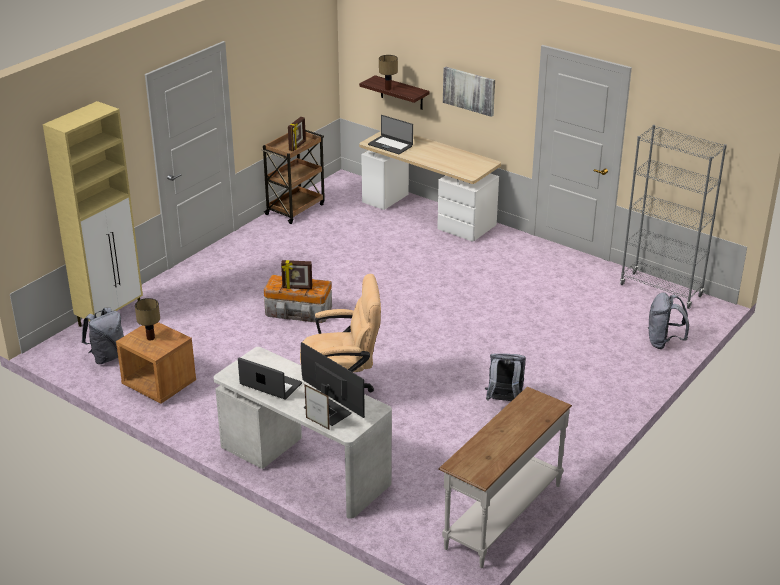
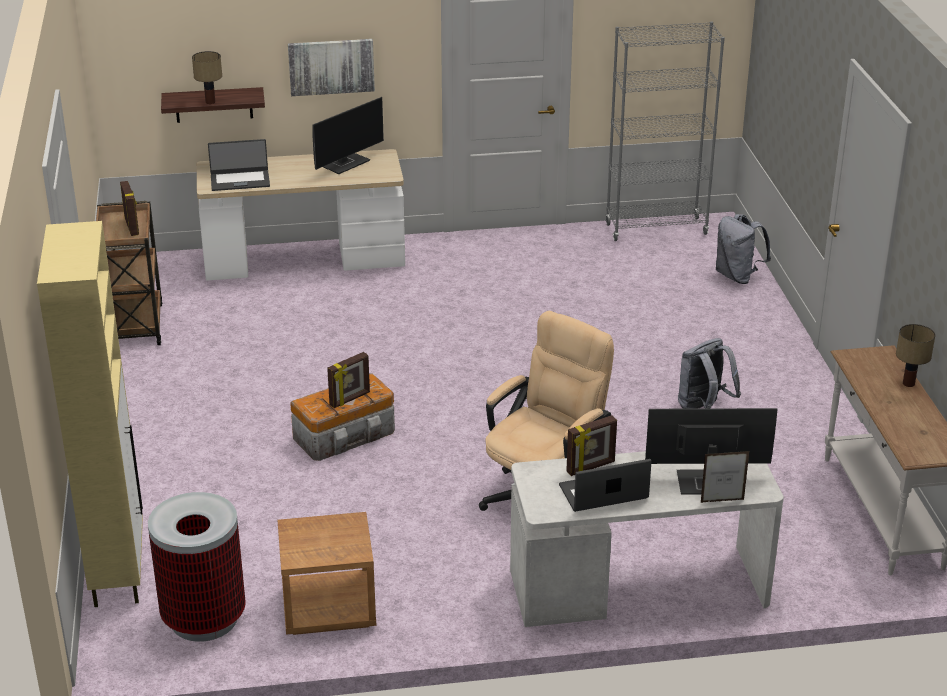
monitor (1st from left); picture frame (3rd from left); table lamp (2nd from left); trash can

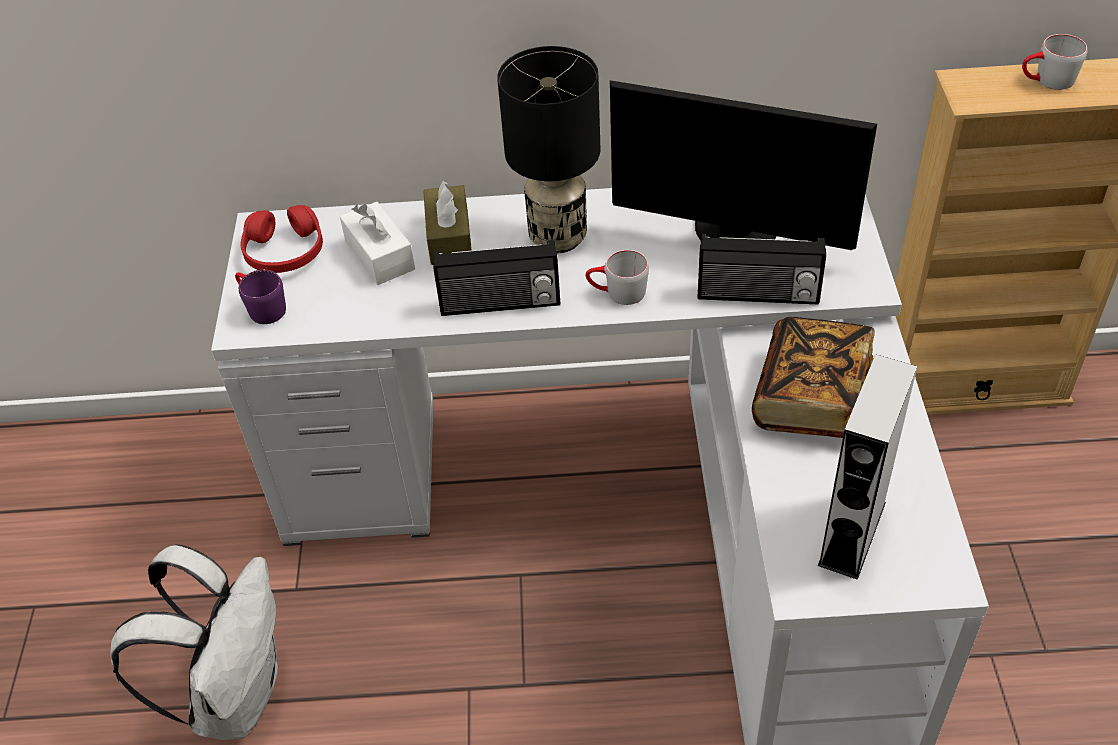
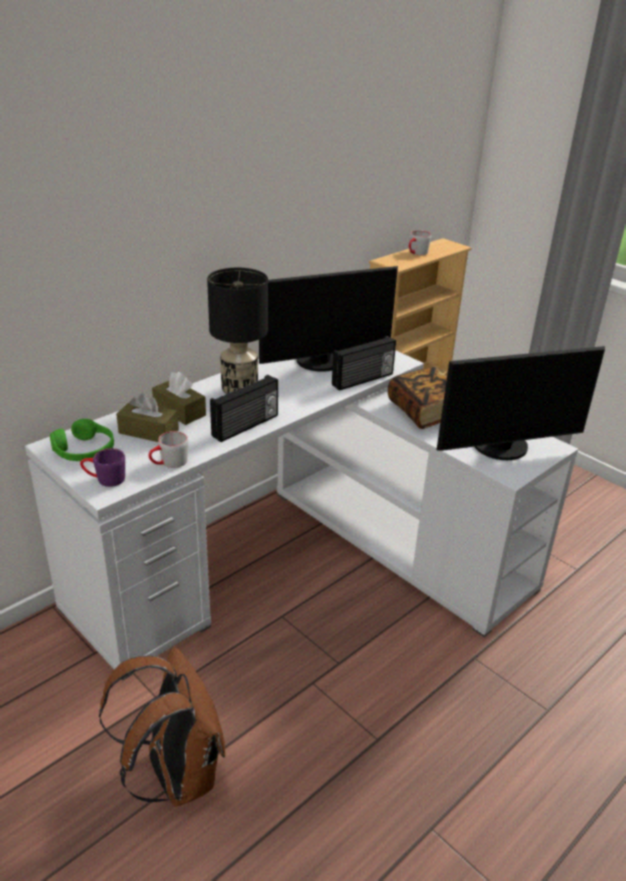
mug (grey) (1st from left); monitor (2nd from left); backpack (brown); headphones (green); tissue box (brown) (1st from left)

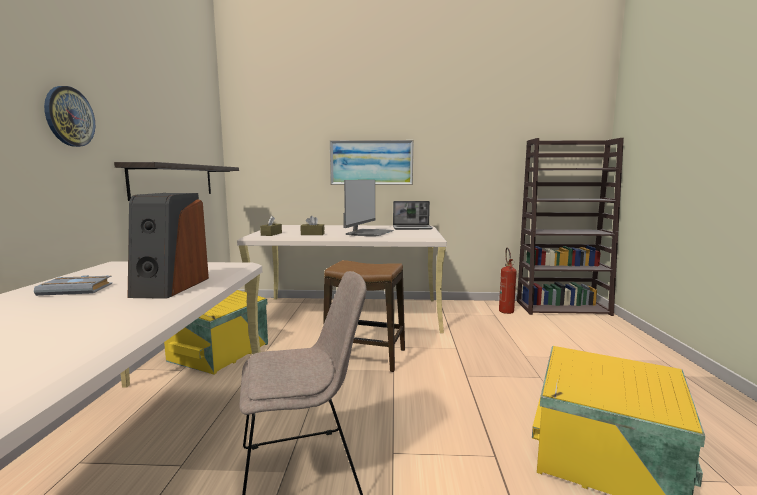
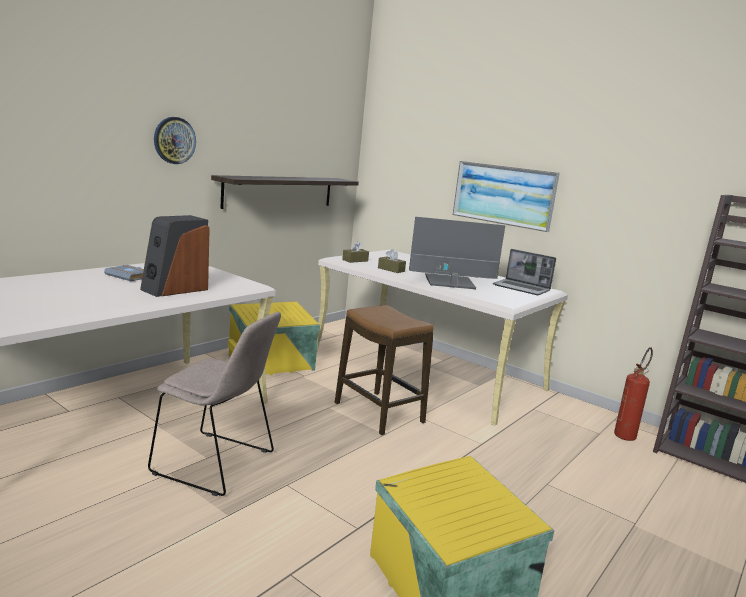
monitor

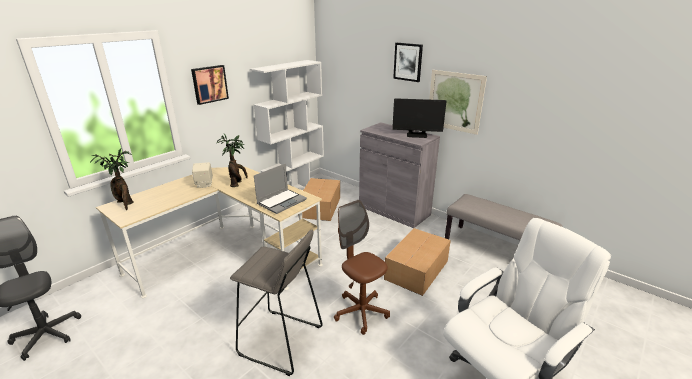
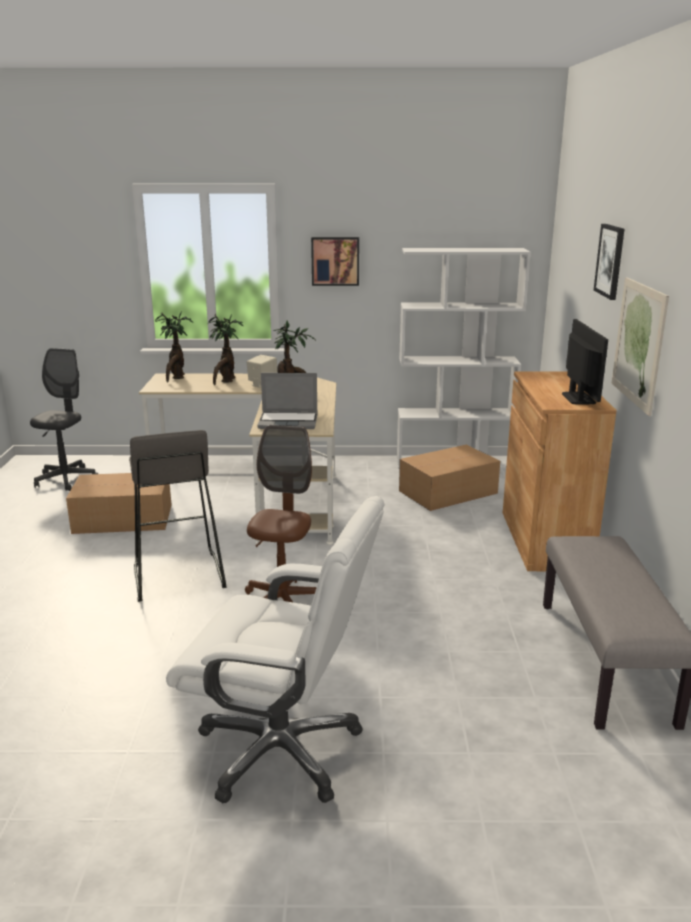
potted plant (2nd from left); cardboard box (1st from left); cabinet (brown); monitor

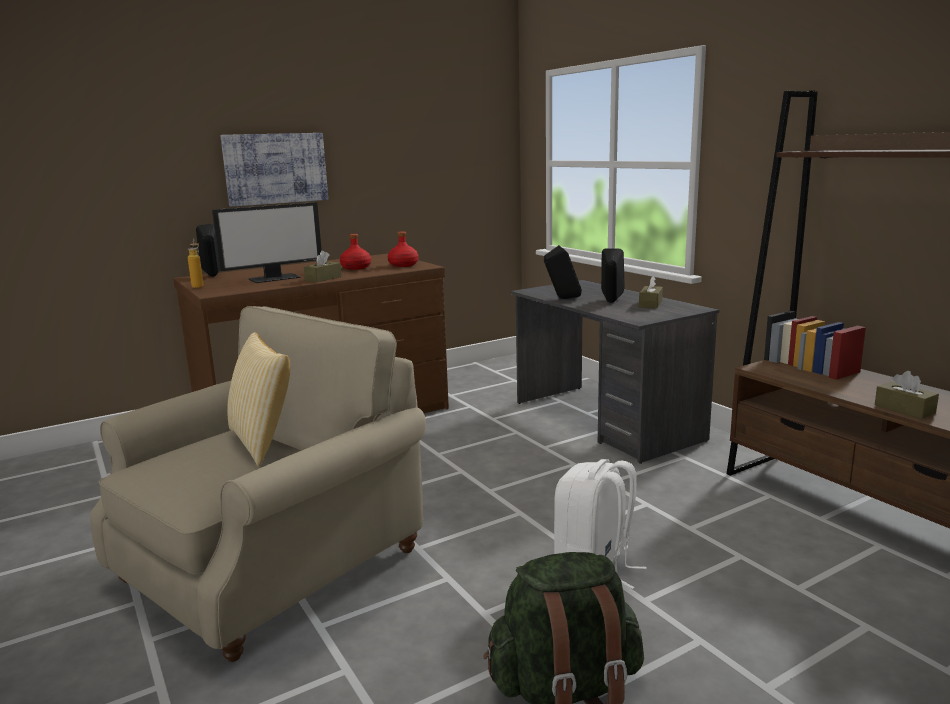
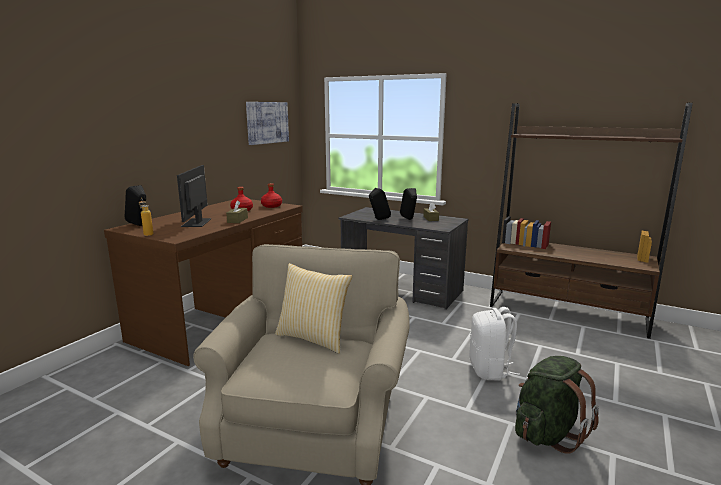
tissue box (brown) (3rd from left in the first image); picture; monitor

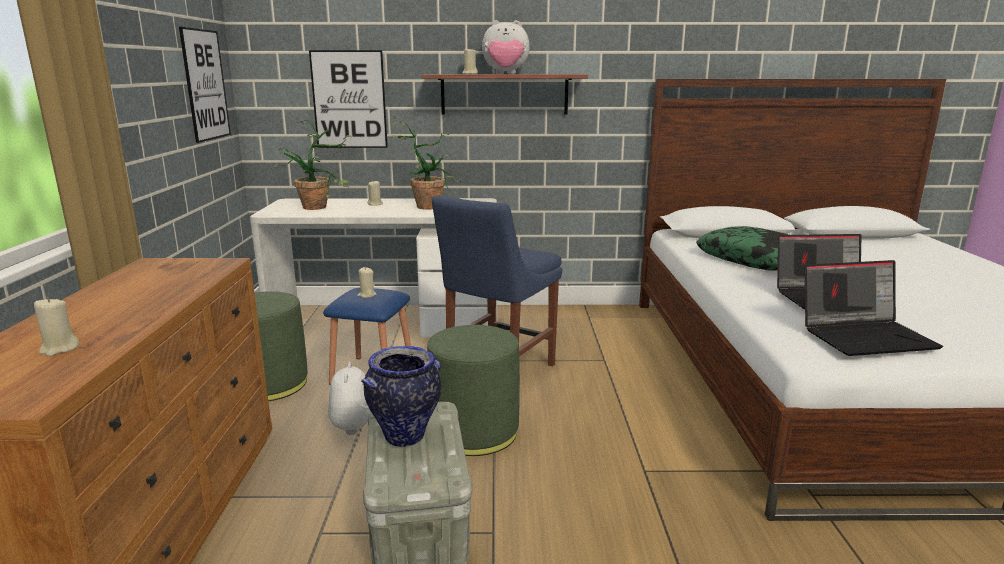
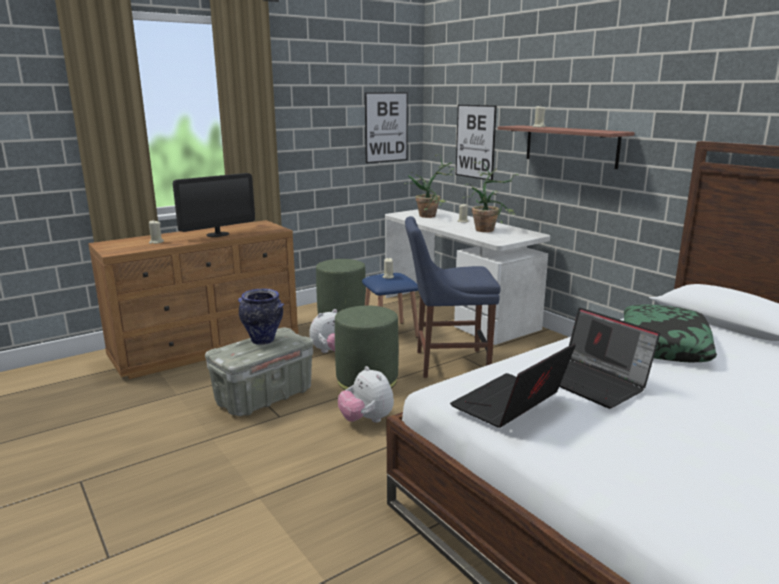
monitor; plush toy (2nd from left); laptop (1st from left)

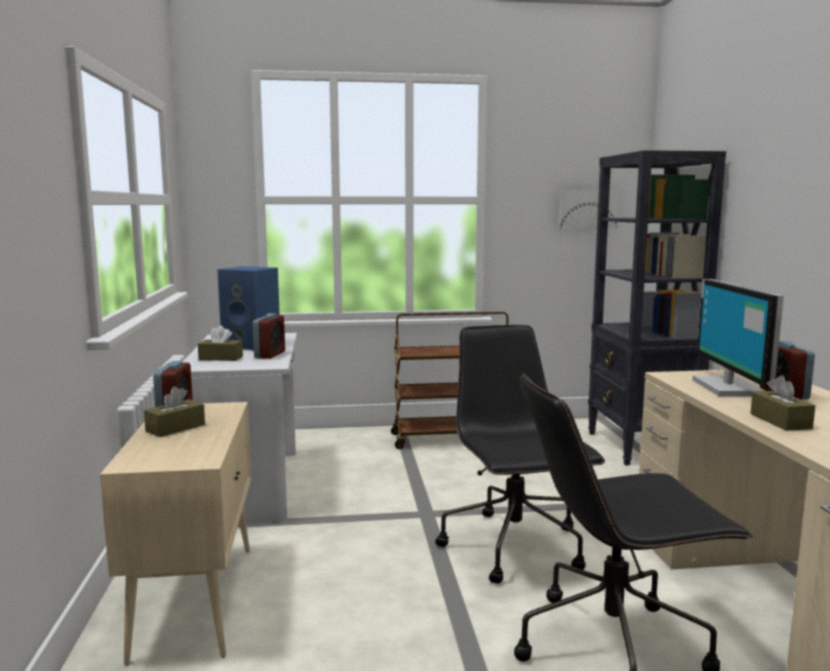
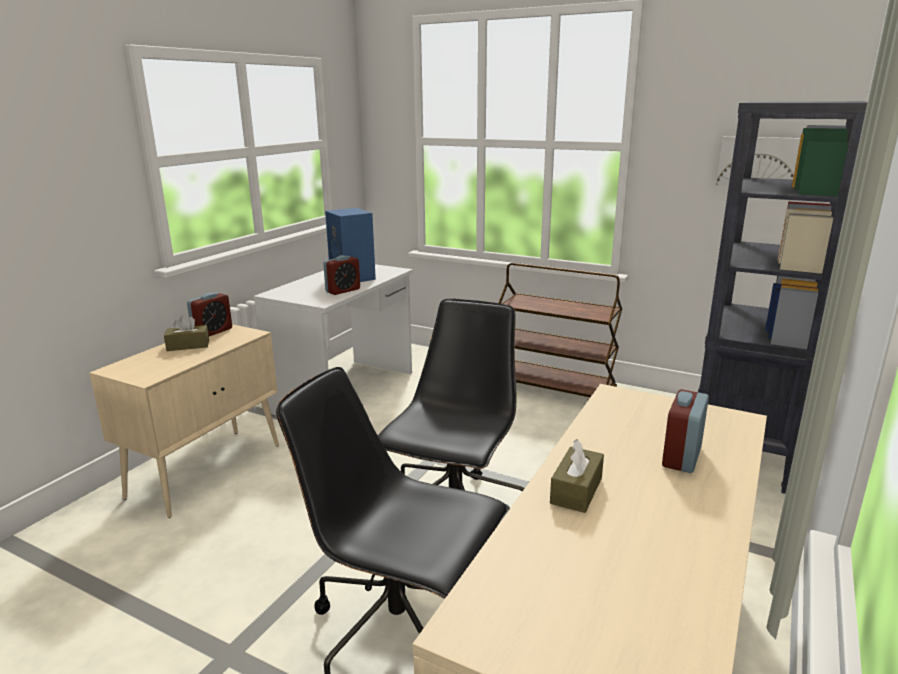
tissue box (brown) (2nd from left in the first image); monitor

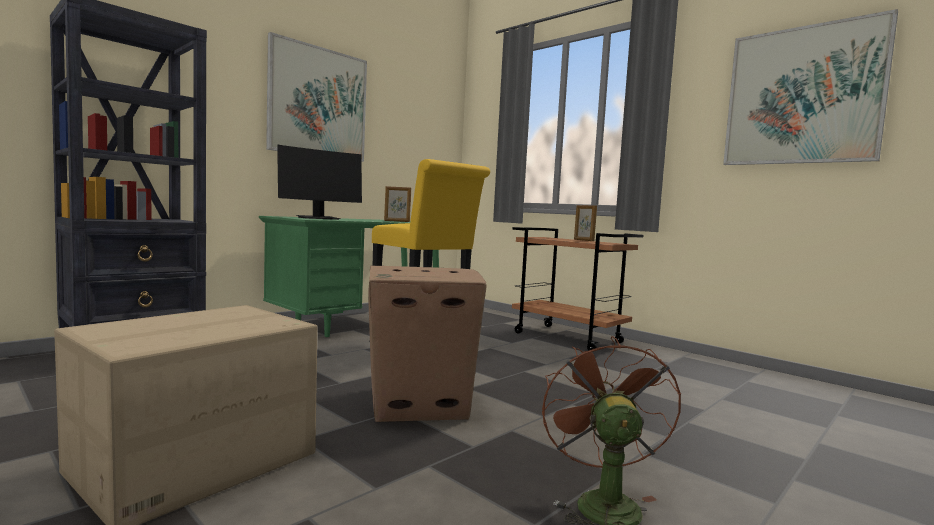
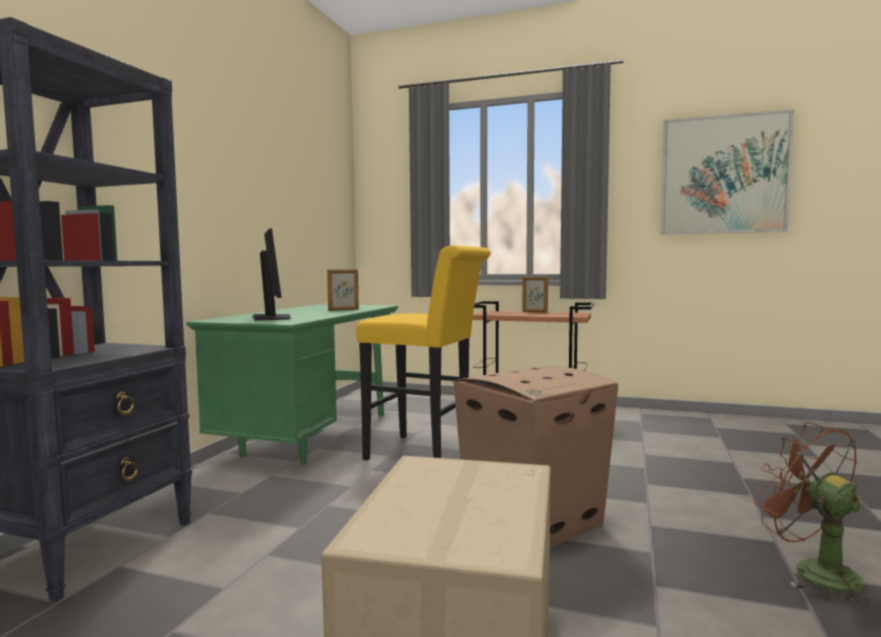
picture (1st from left in the first image); monitor

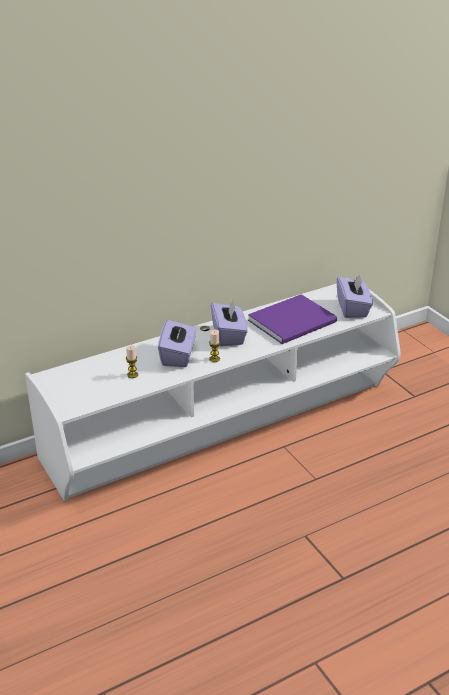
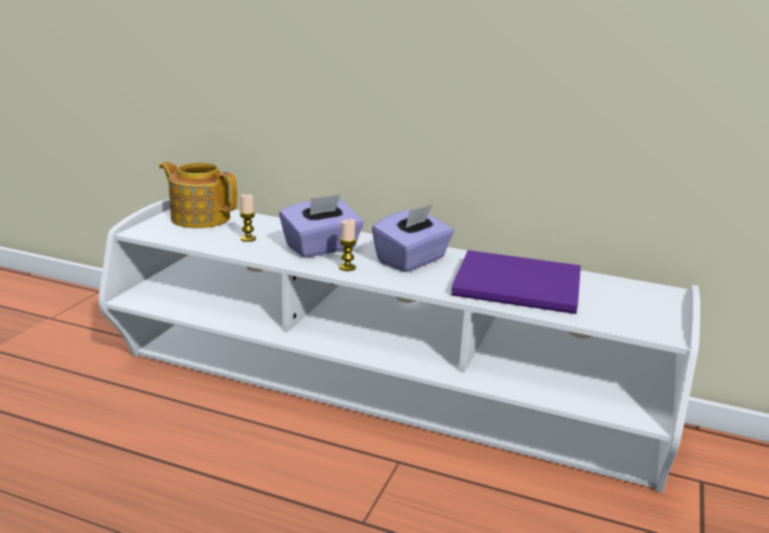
tissue box (purple) (3rd from left in the first image); teapot

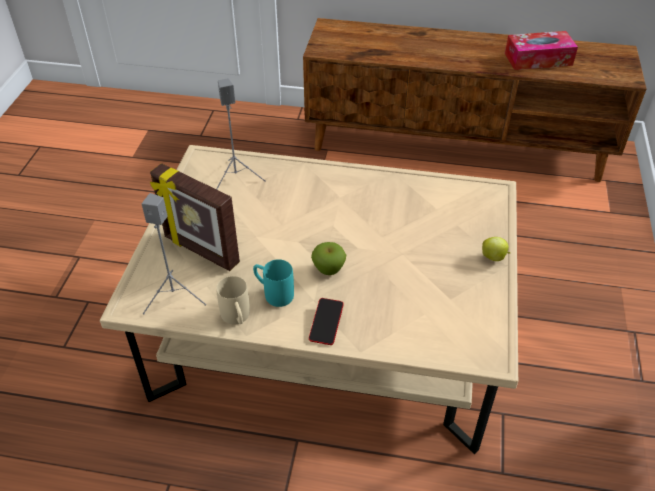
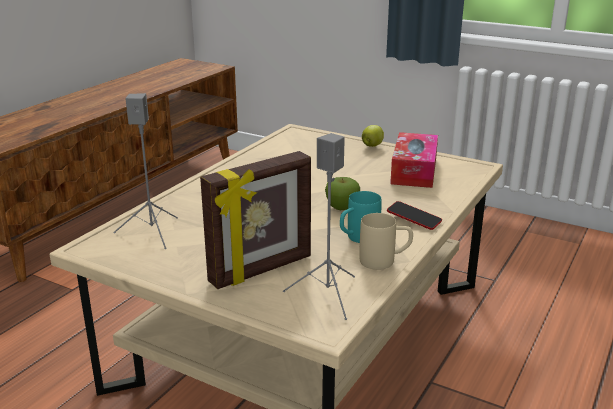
tissue box

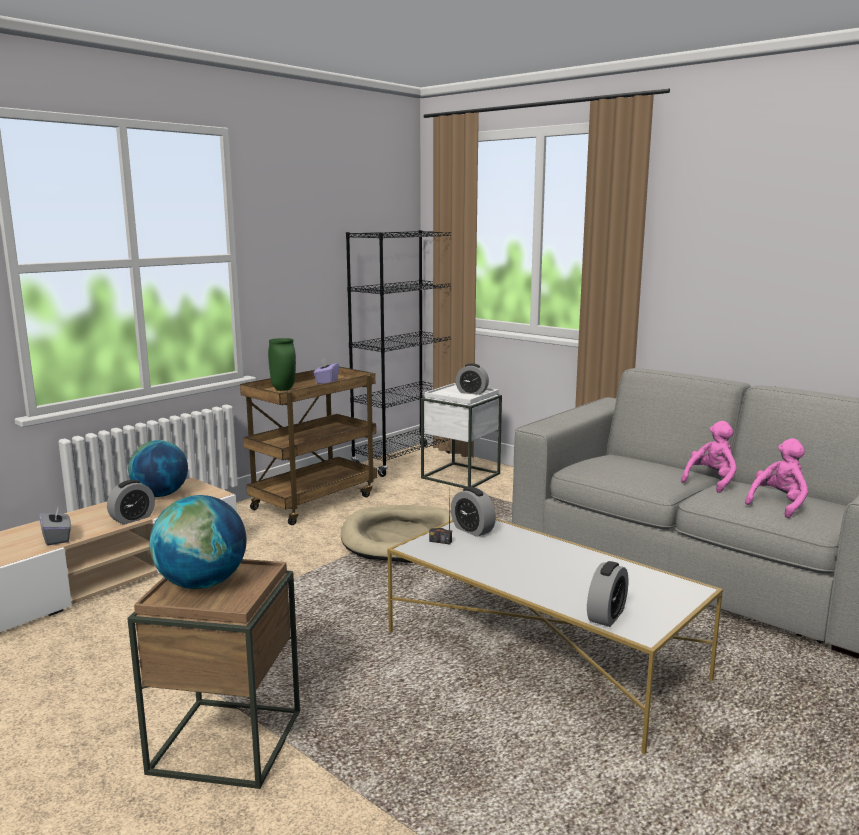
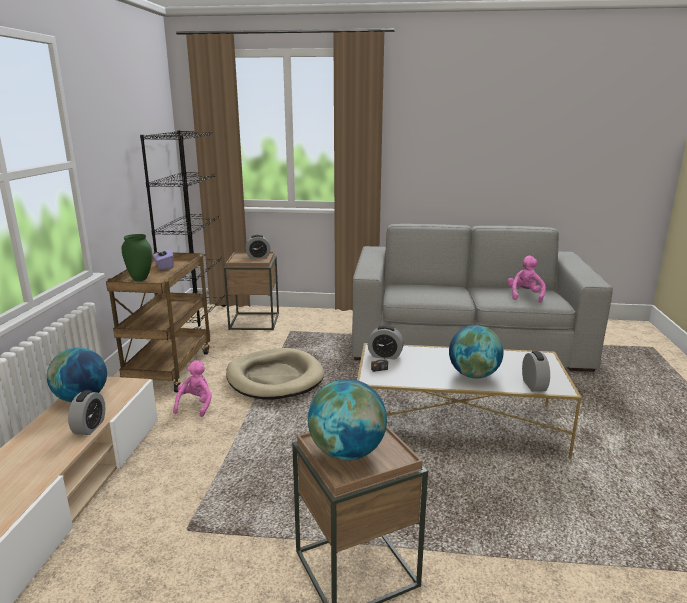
tissue box (grey); globe (3rd from left); plush toy (pink) (1st from left); side table (brown) (1st from left)

